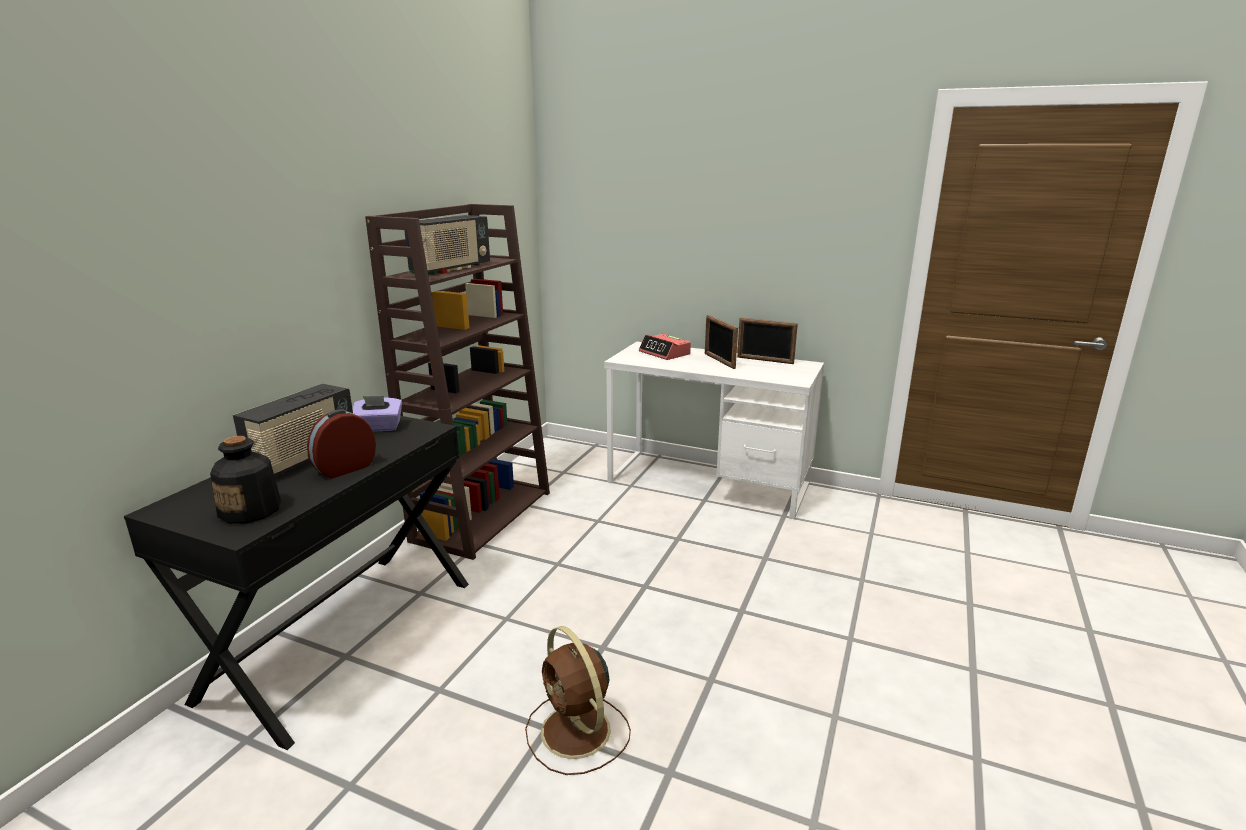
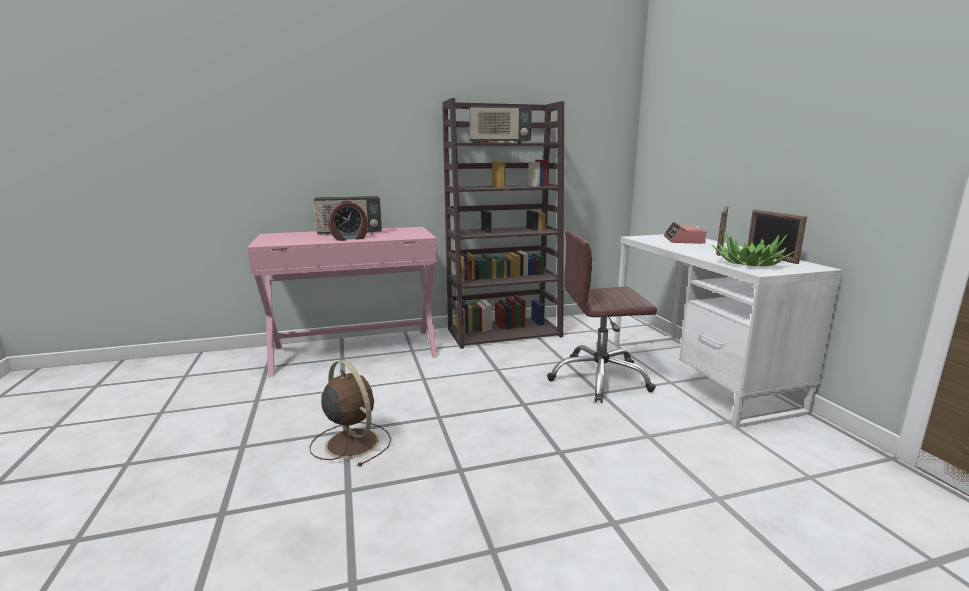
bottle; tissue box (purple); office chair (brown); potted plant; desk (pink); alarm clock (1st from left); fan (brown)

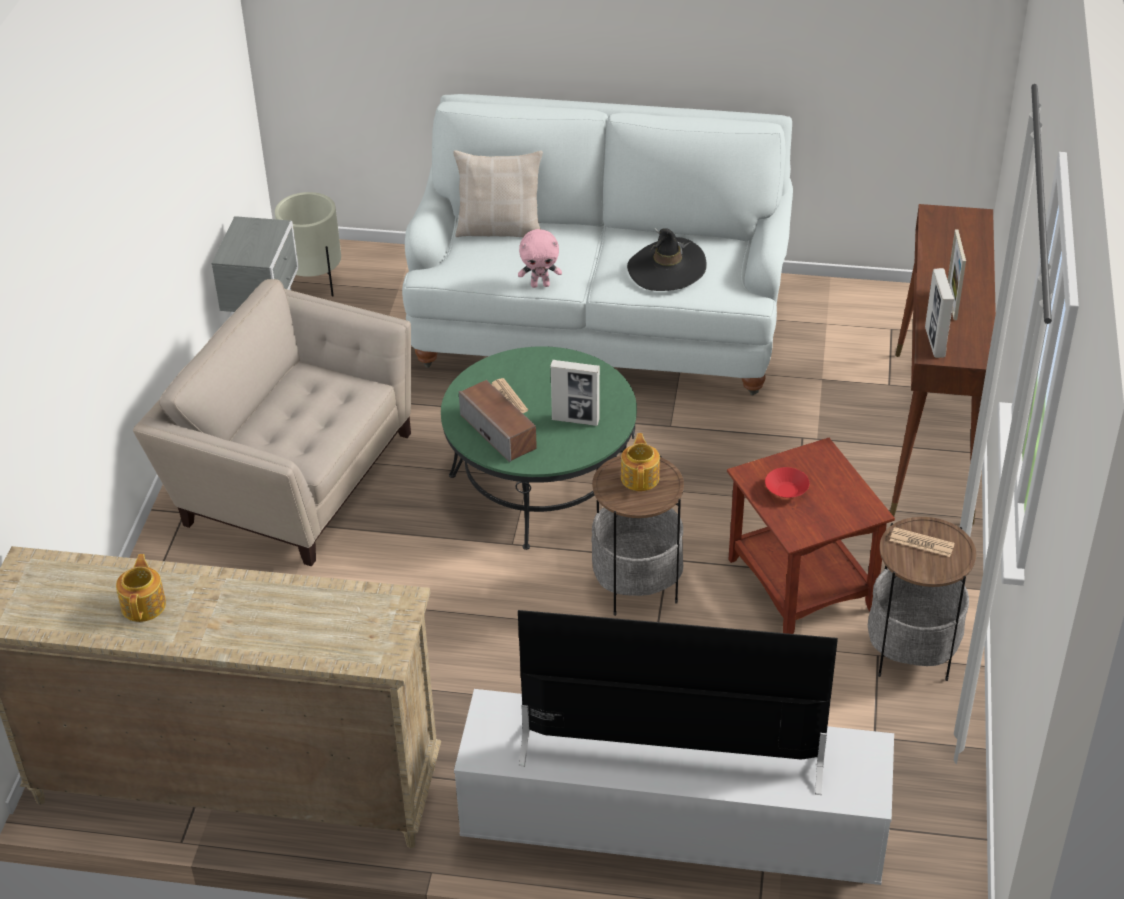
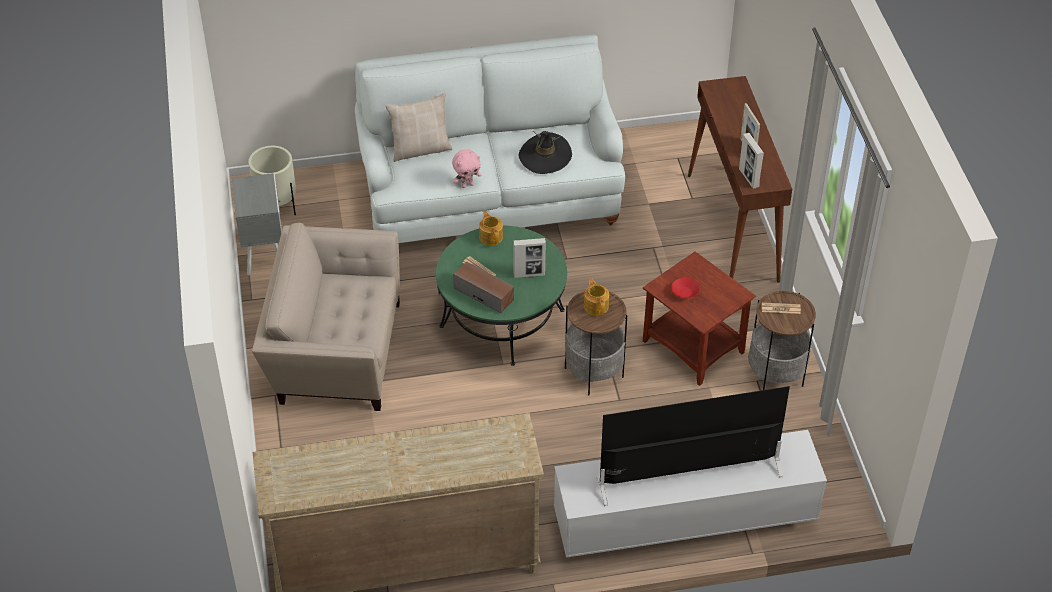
teapot (1st from left)

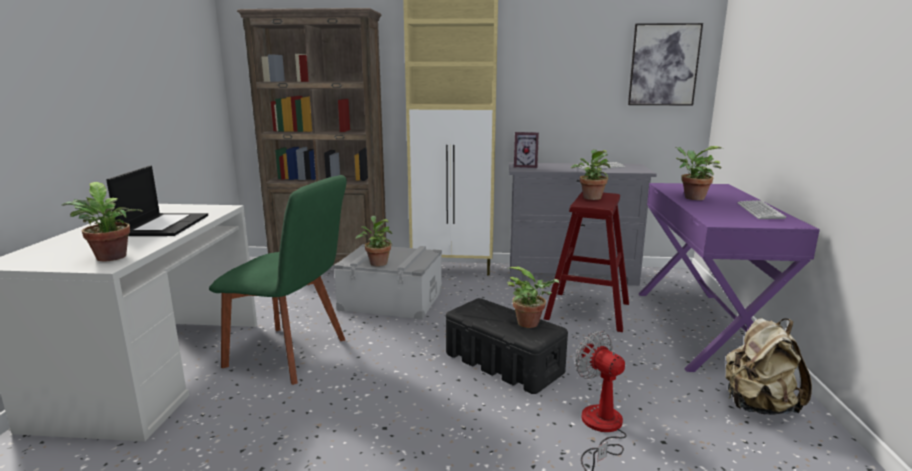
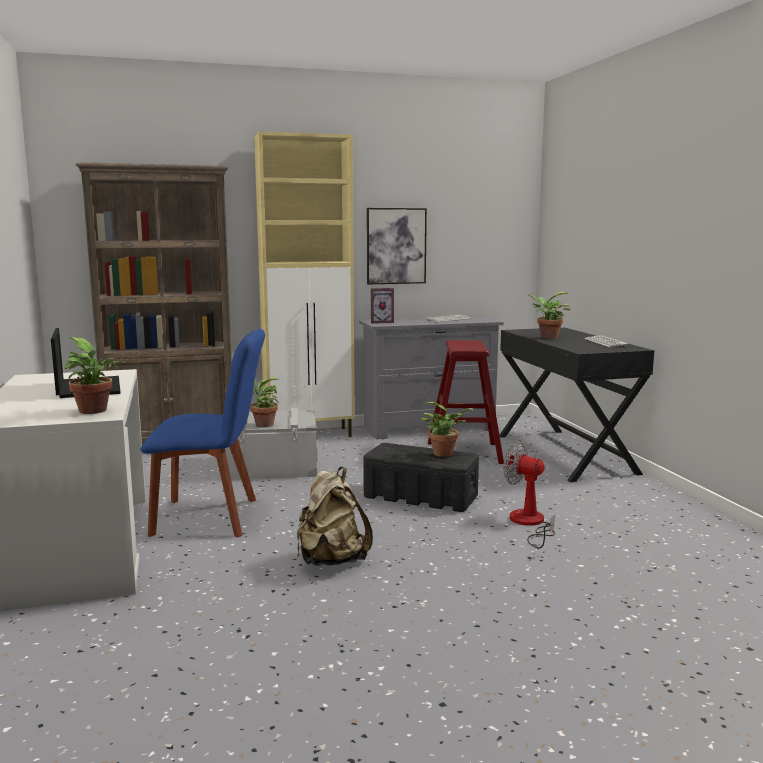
potted plant (4th from left in the first image); picture; backpack (beige); chair (blue); desk (black)

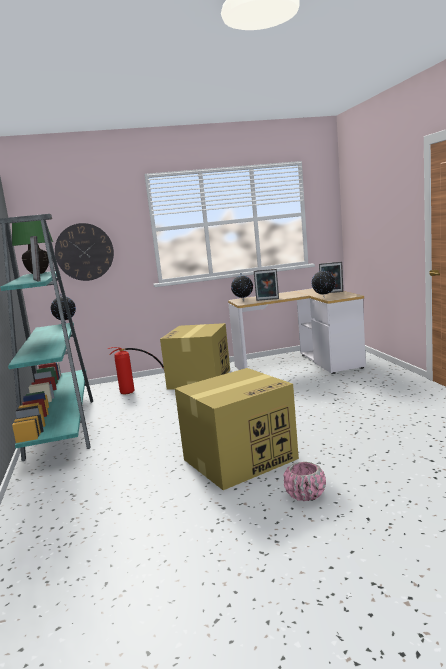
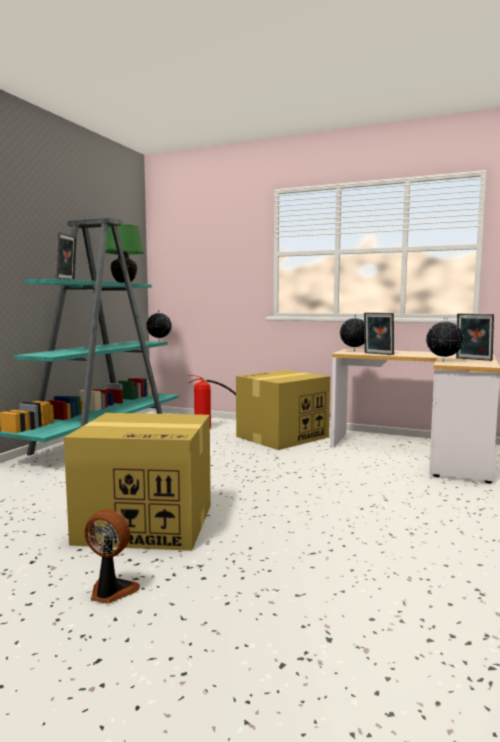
wall clock; fan

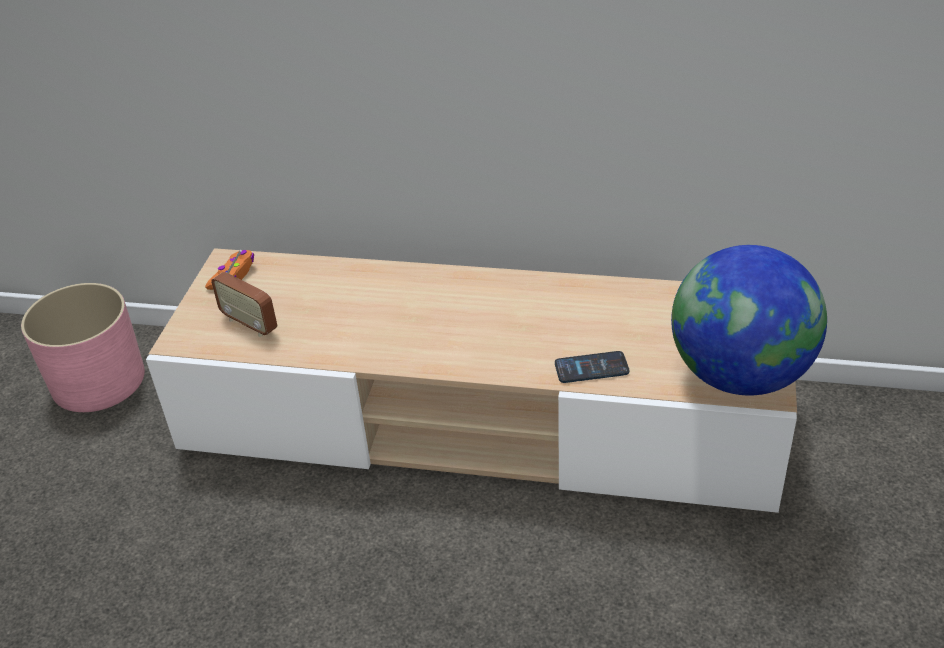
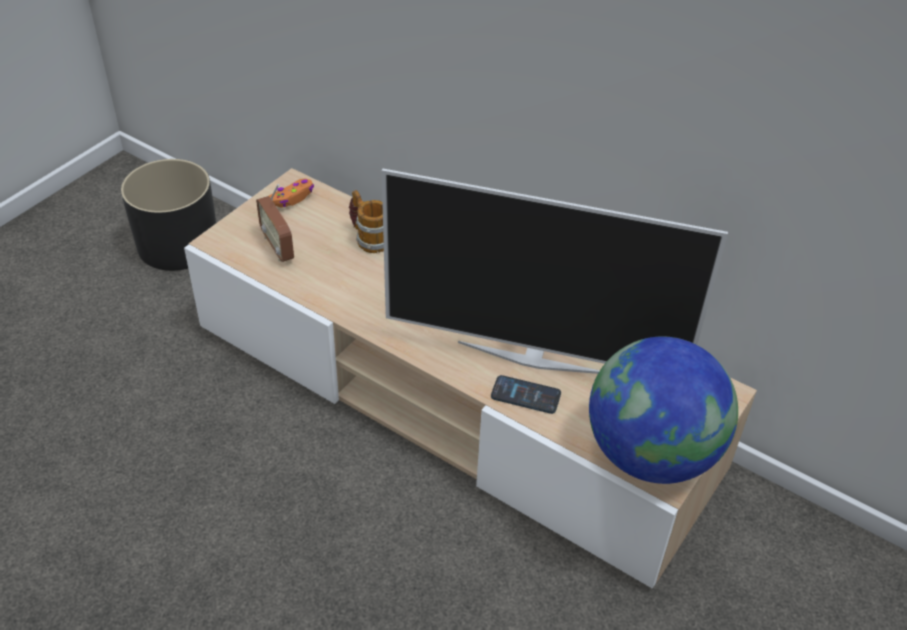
mug; television; planter (black)

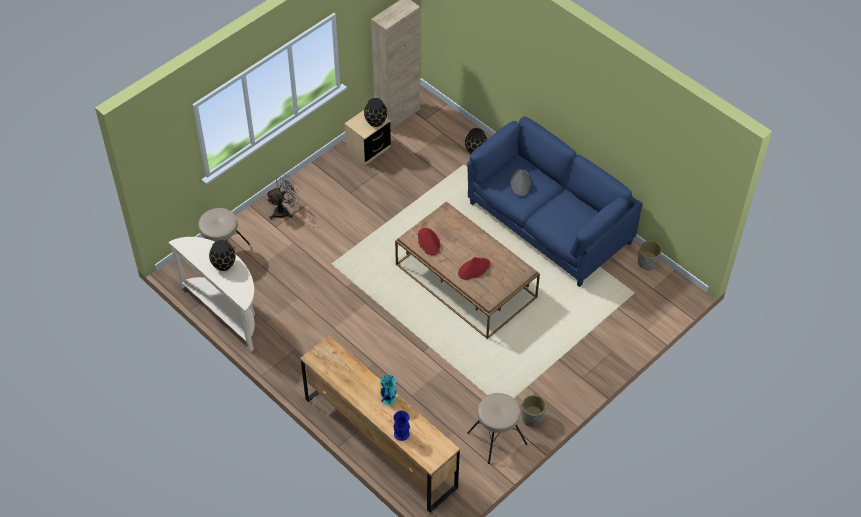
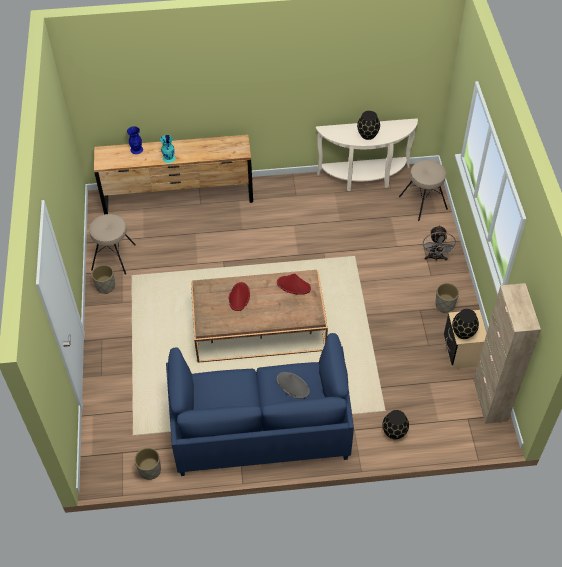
planter (grey) (3rd from left)

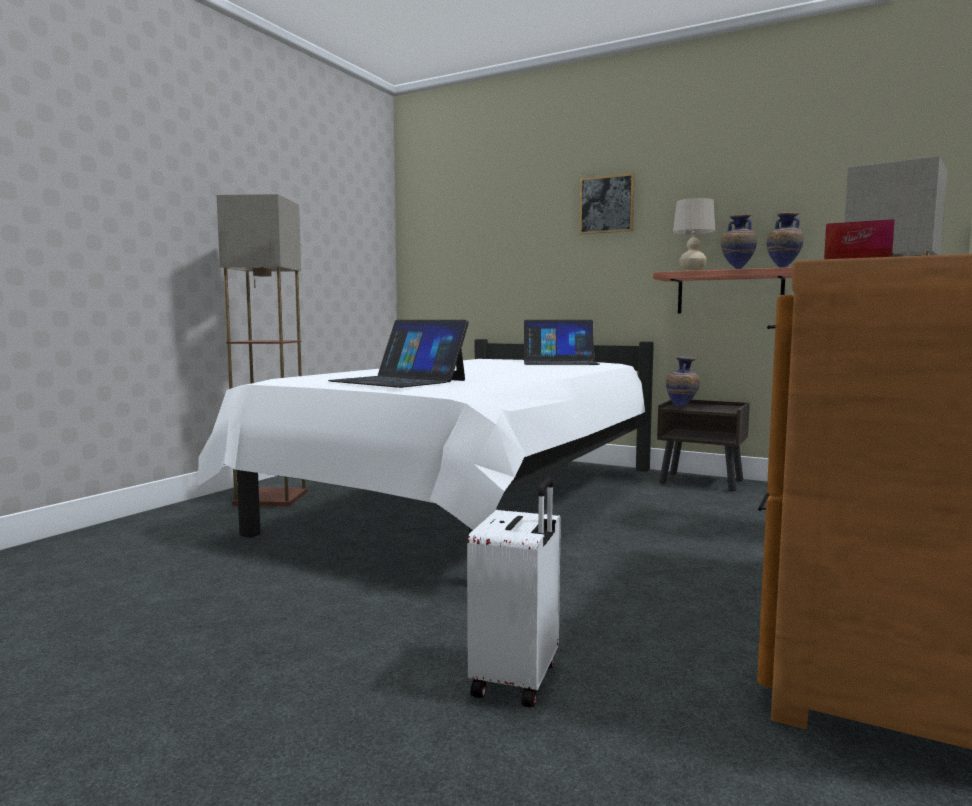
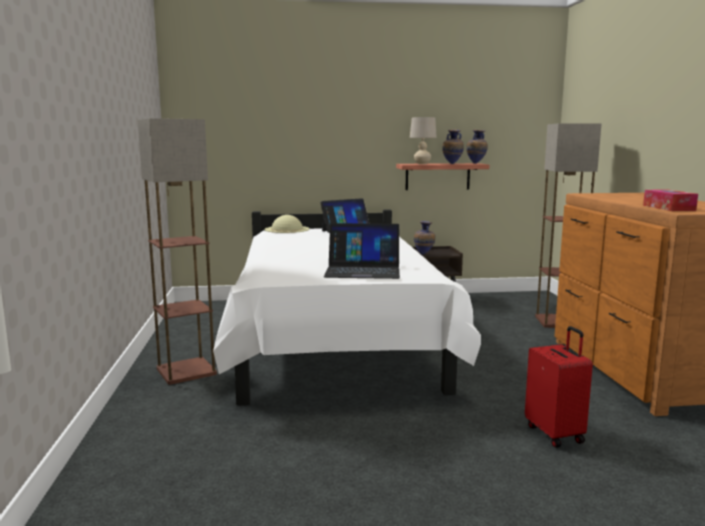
picture; hat (beige); suitcase (red)

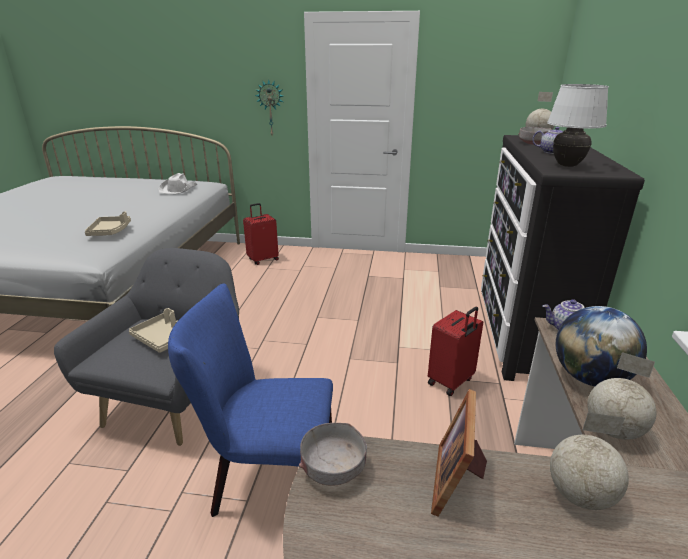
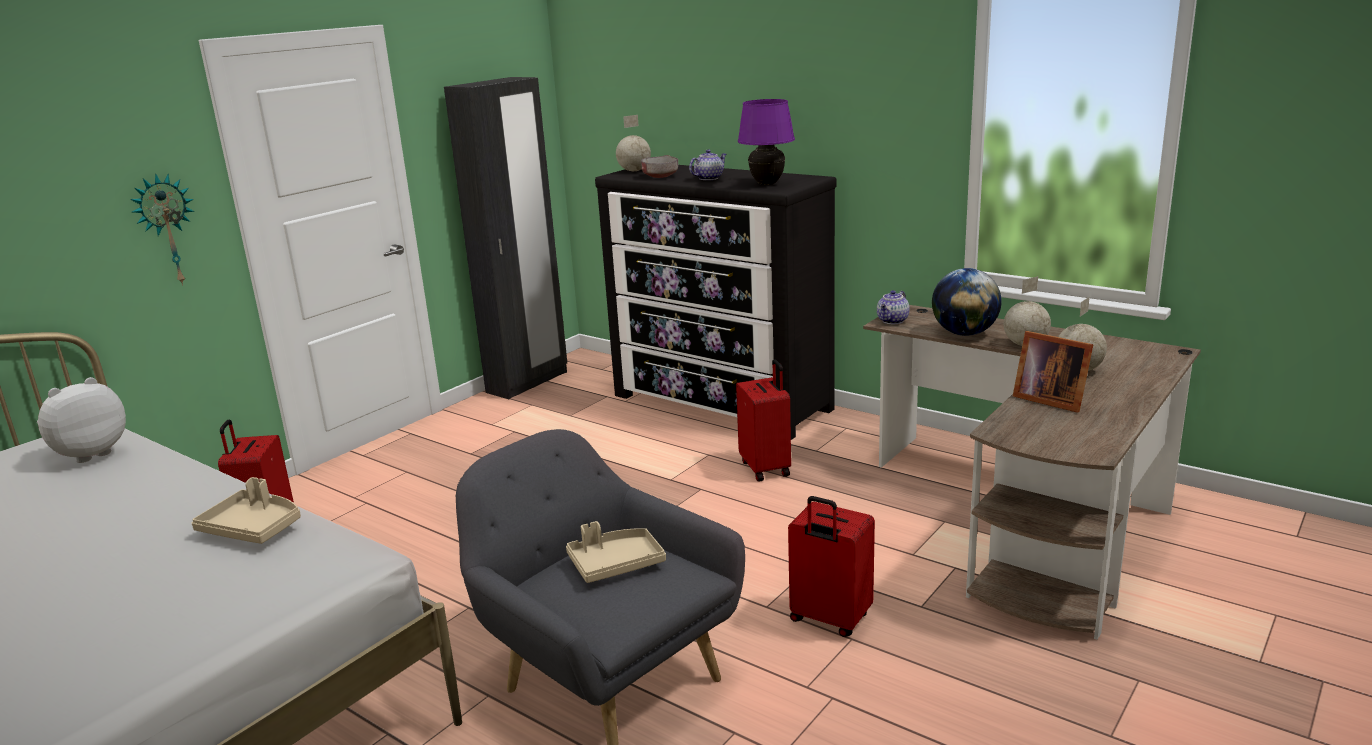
bowl (grey) (1st from left in the first image); wardrobe (black); plush toy; suitcase (red) (3rd from left); table lamp (purple)

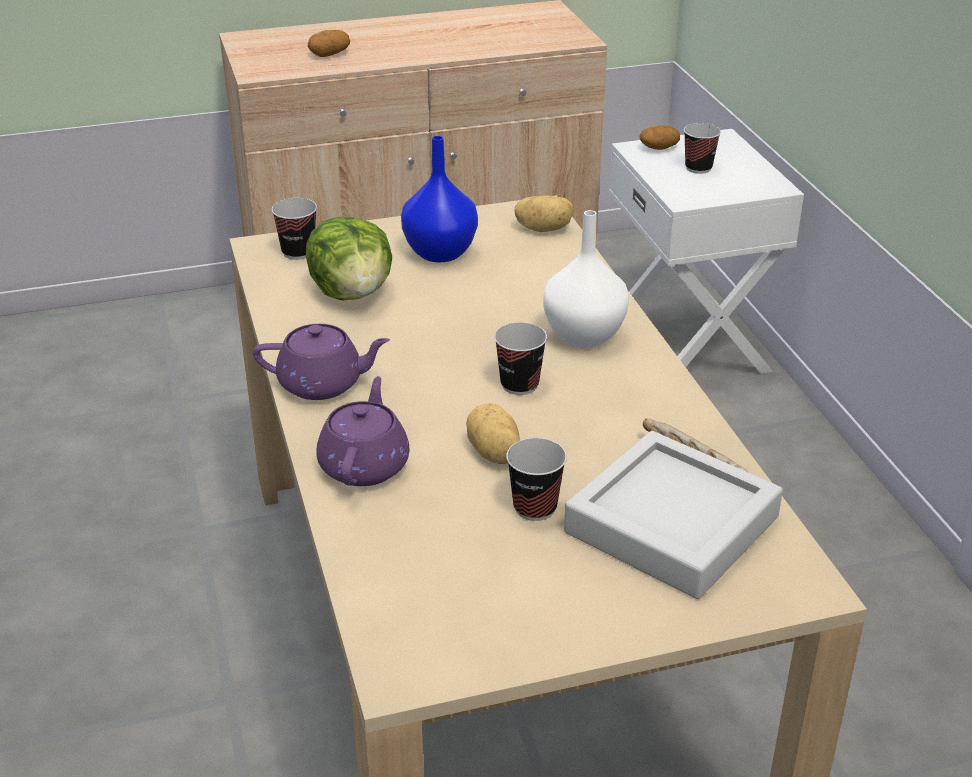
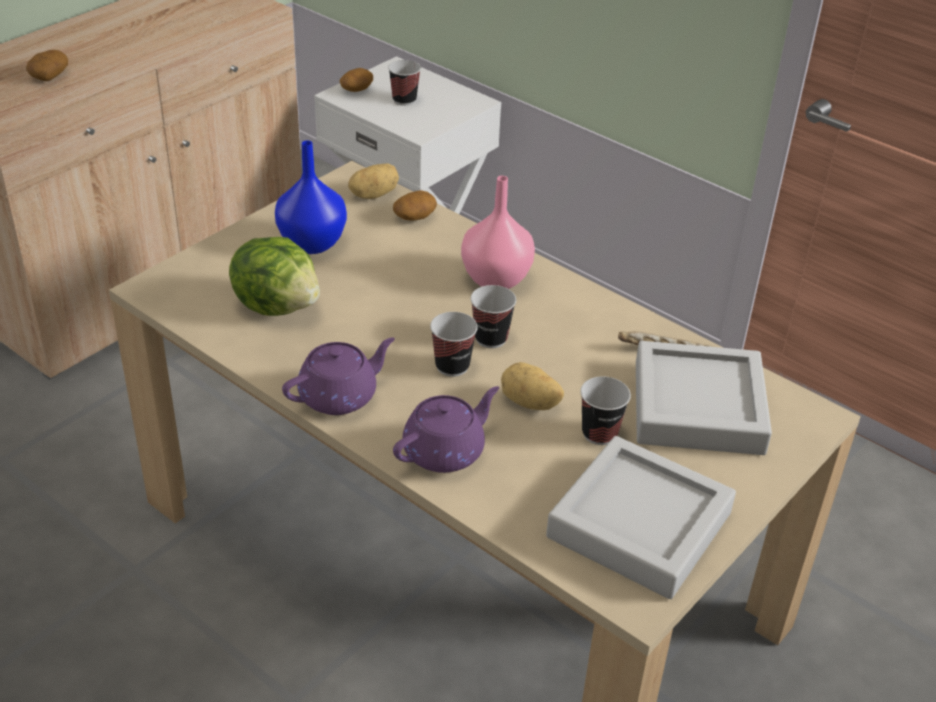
potato (4th from left); tray (grey) (1st from left); cup (2nd from left); vase (pink); teapot (purple) (2nd from left)

